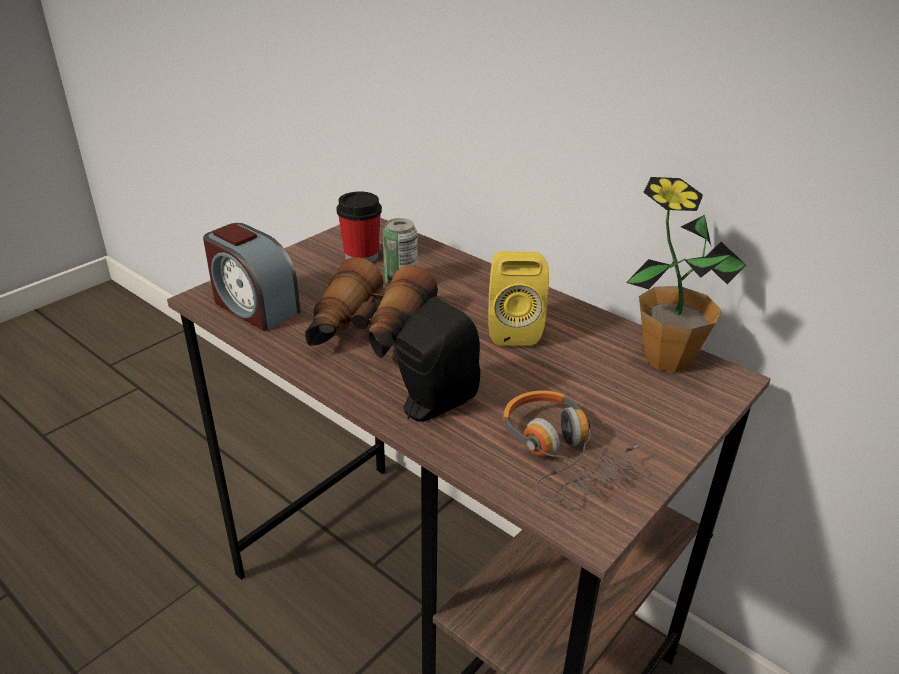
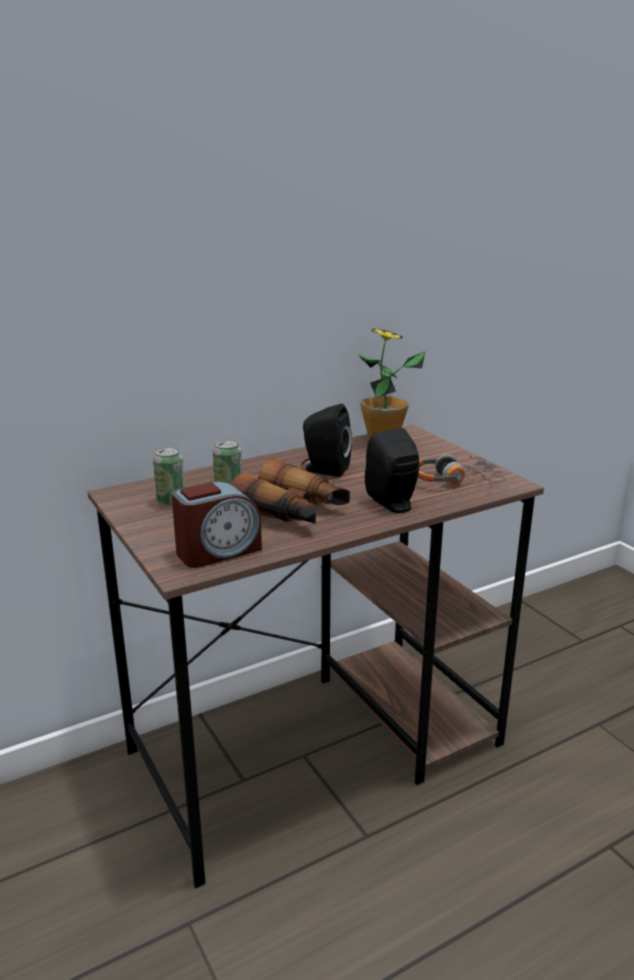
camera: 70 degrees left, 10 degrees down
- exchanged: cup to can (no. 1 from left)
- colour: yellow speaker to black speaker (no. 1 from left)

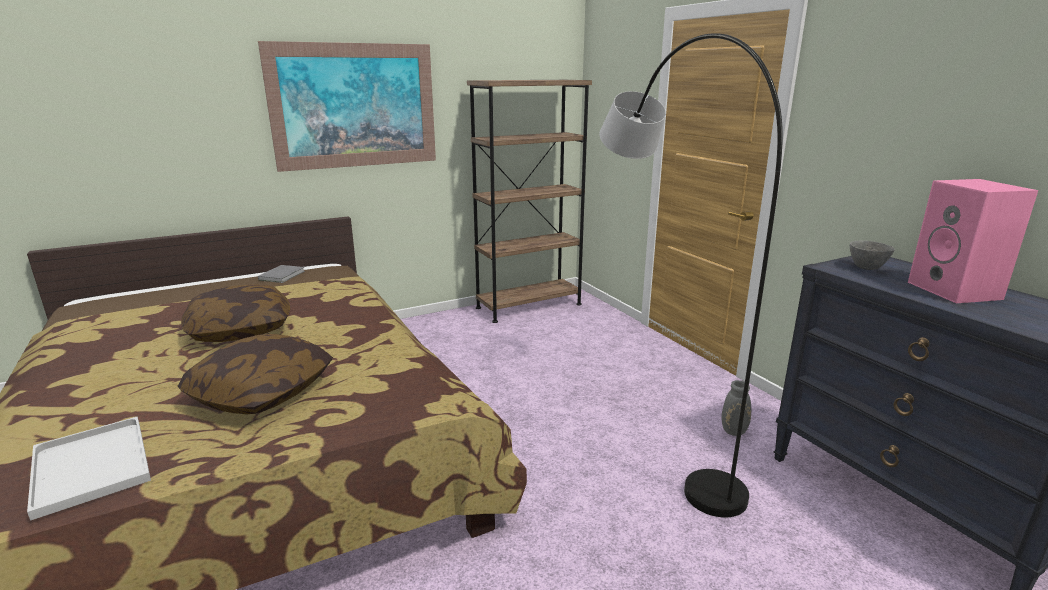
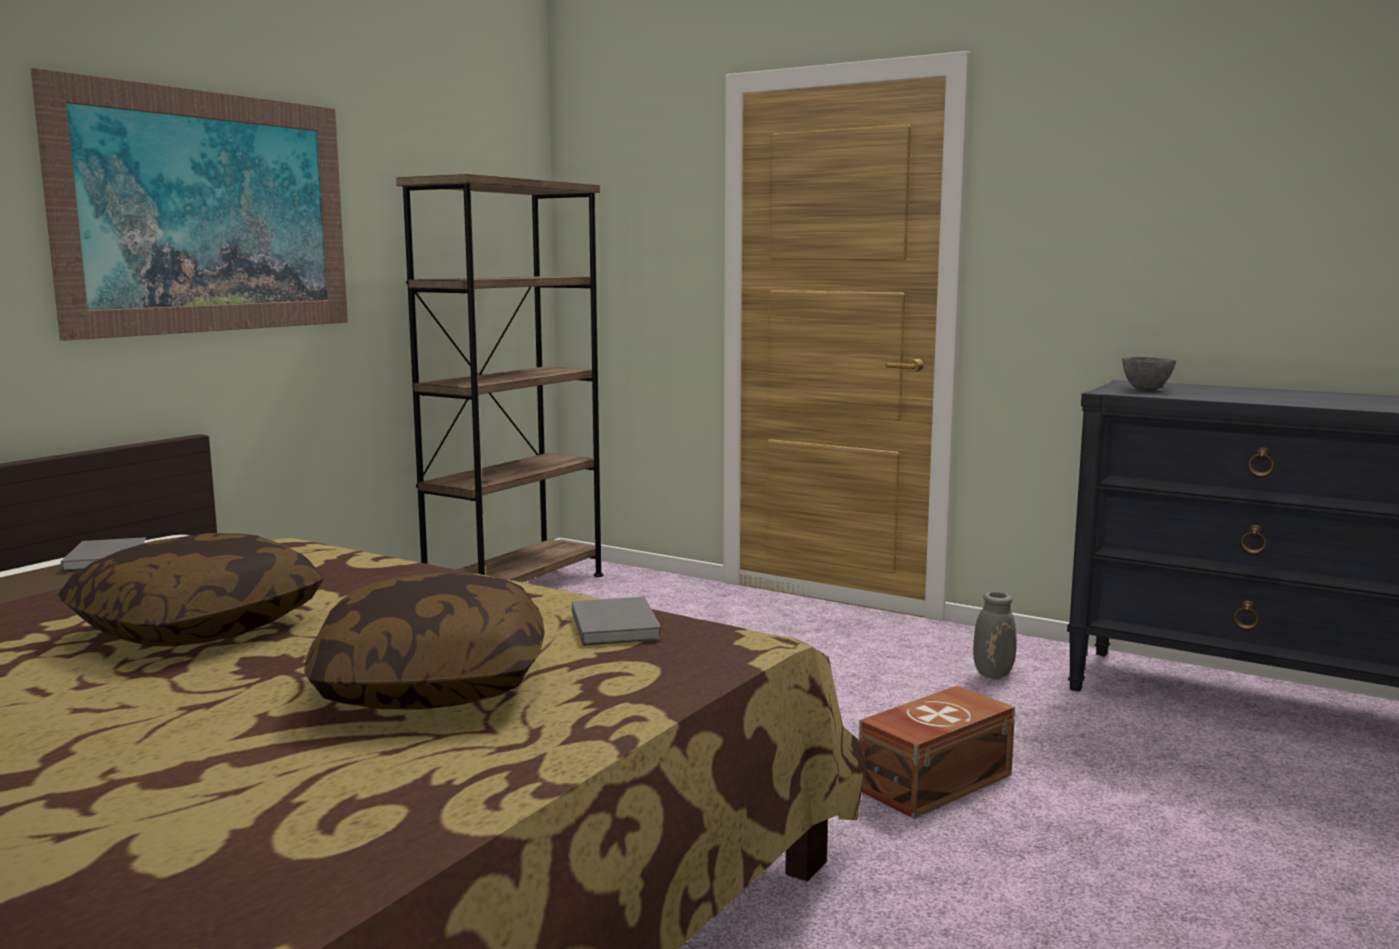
camera: 30 degrees left, 10 degrees down
- appeared: grey book (no. 2 from left)
- appeared: brown storage box
- missing: white tray
- missing: grey floor lamp
- missing: pink speaker

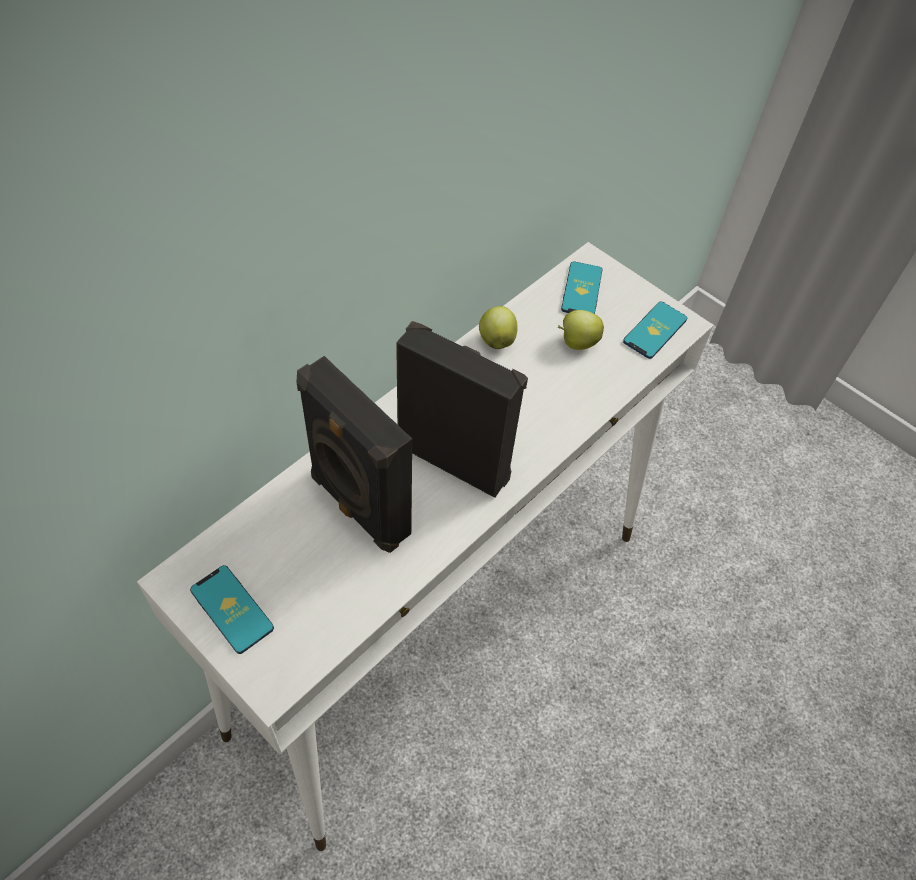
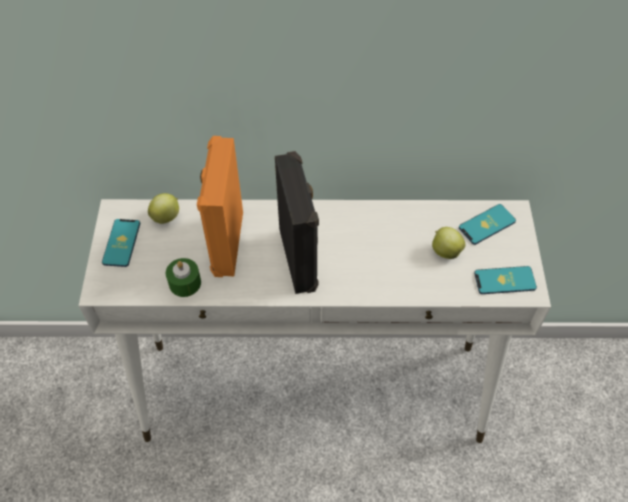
camera: 50 degrees right, 0 degrees up
- relocated: apple (no. 1 from left)
- appeared: green candle
- colour: black speaker (no. 1 from left) to orange speaker

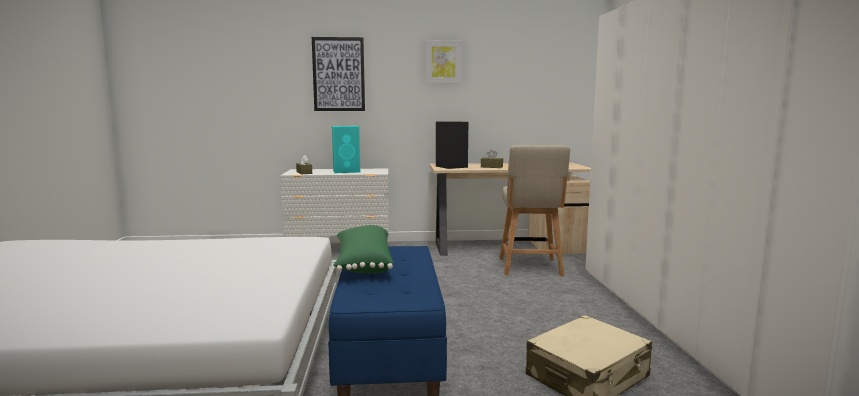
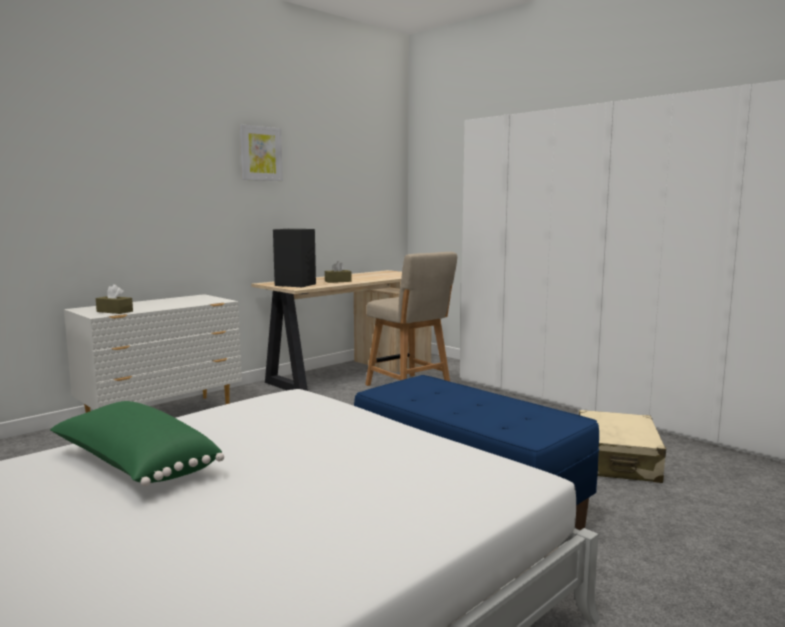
camera: 40 degrees left, 0 degrees up
- relocated: green pillow
- missing: picture (no. 1 from left)
- missing: turquoise speaker

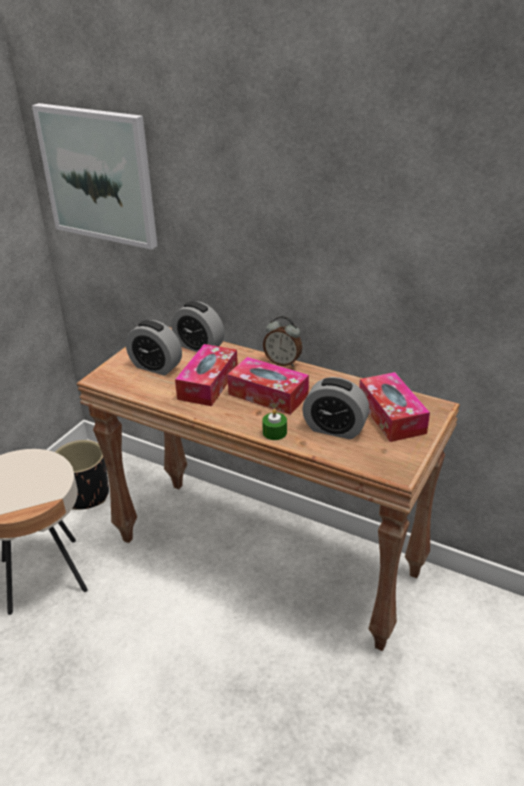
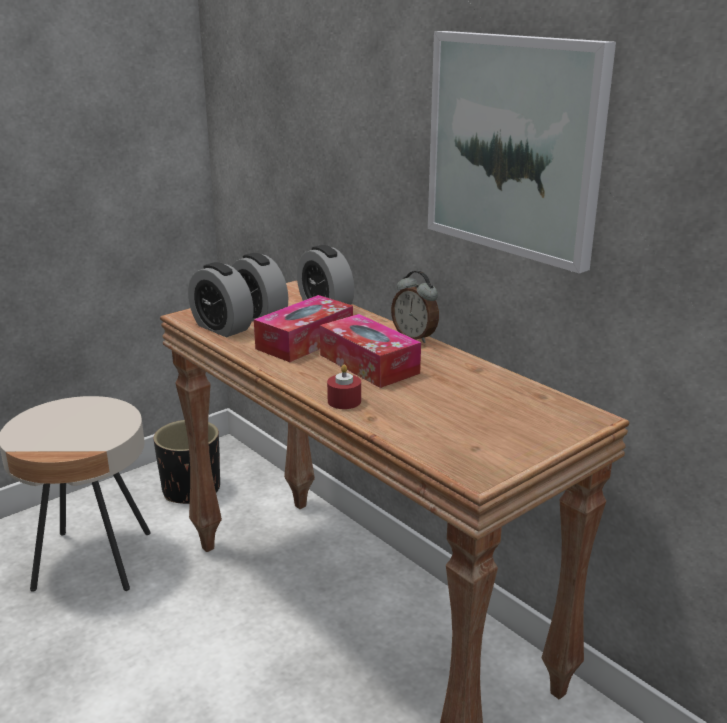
camera: 20 degrees right, 10 degrees down
- relocated: alarm clock (no. 4 from left in the first image) to alarm clock (no. 1 from left)
- colour: green candle to red candle
- relocated: picture
- missing: tissue box (no. 3 from left)

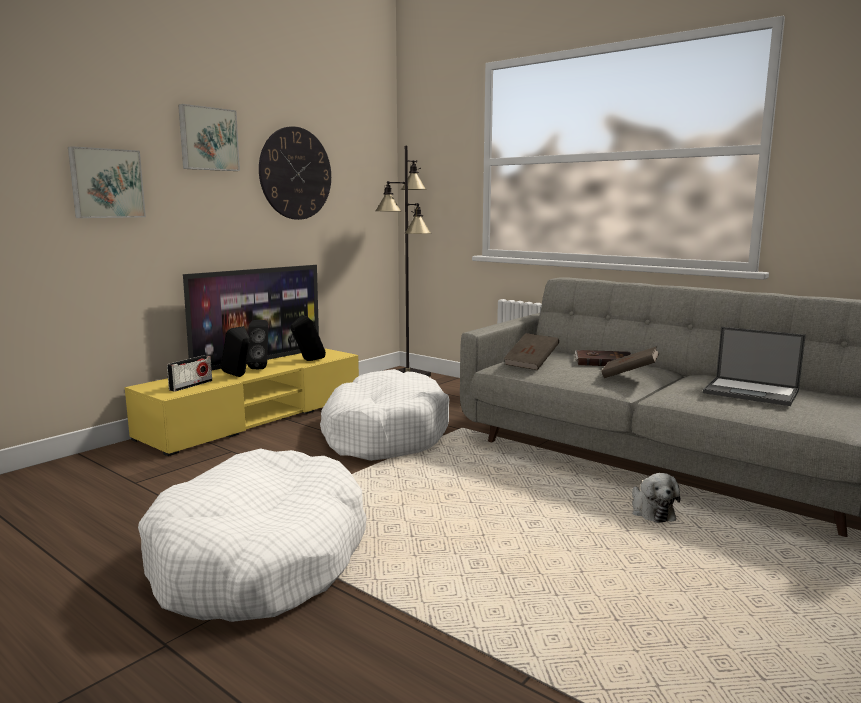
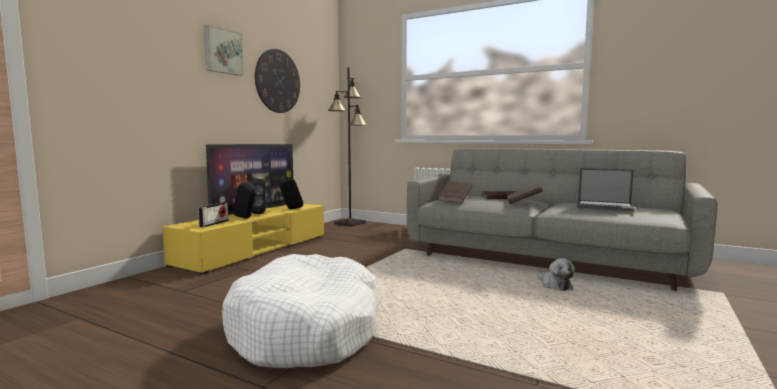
camera: 10 degrees left, 5 degrees down
- missing: picture (no. 1 from left)
- missing: white dog bed (no. 2 from left)

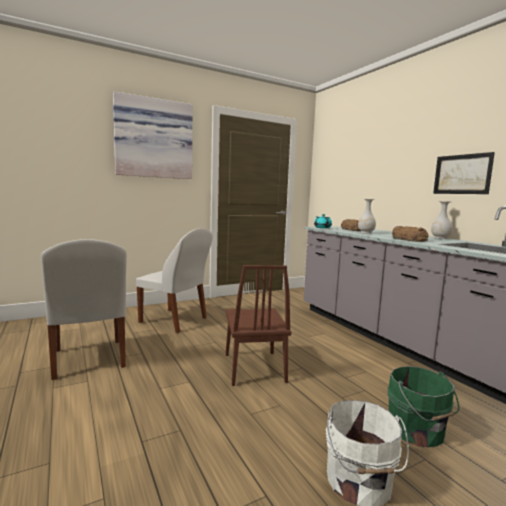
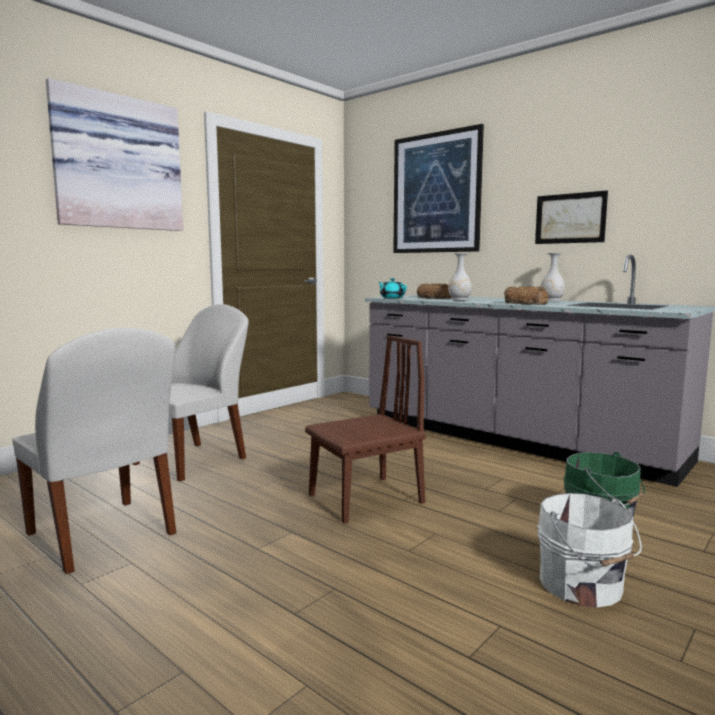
camera: 20 degrees left, 0 degrees up
- spun: white chair (no. 2 from left) 60 degrees counterclockwise
- spun: brown chair 90 degrees counterclockwise
- appeared: picture (no. 2 from left)

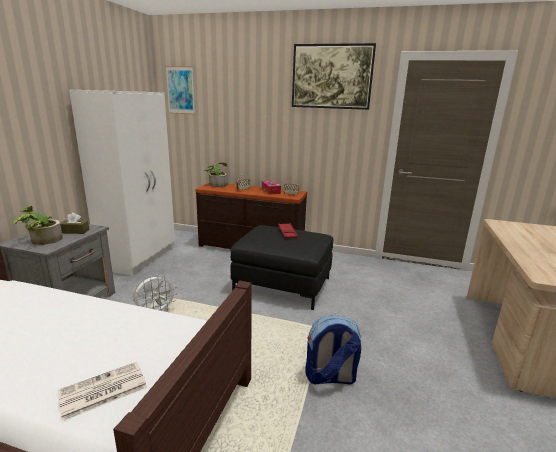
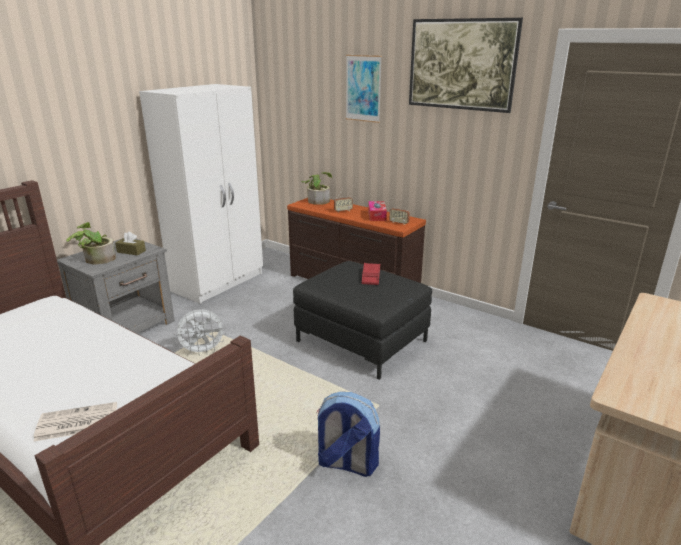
camera: 20 degrees right, 5 degrees up
- relocated: picture (no. 1 from left)

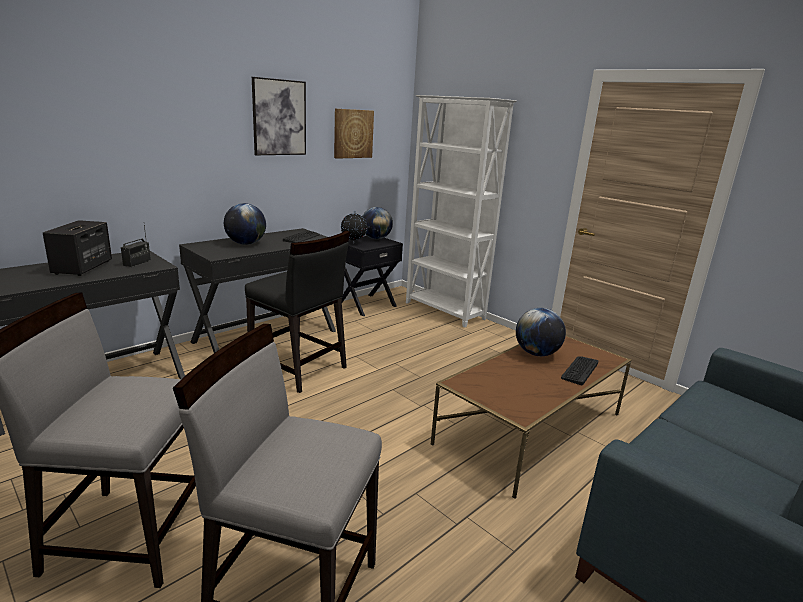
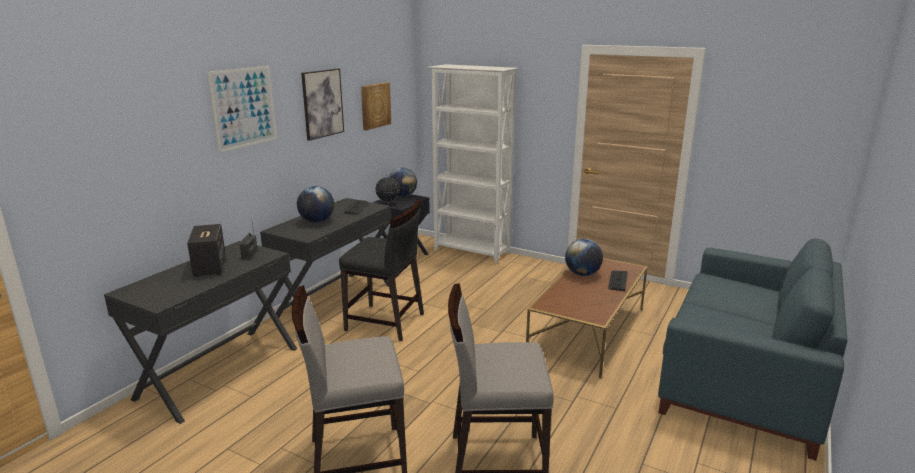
camera: 15 degrees left, 0 degrees up
- appeared: picture (no. 1 from left)

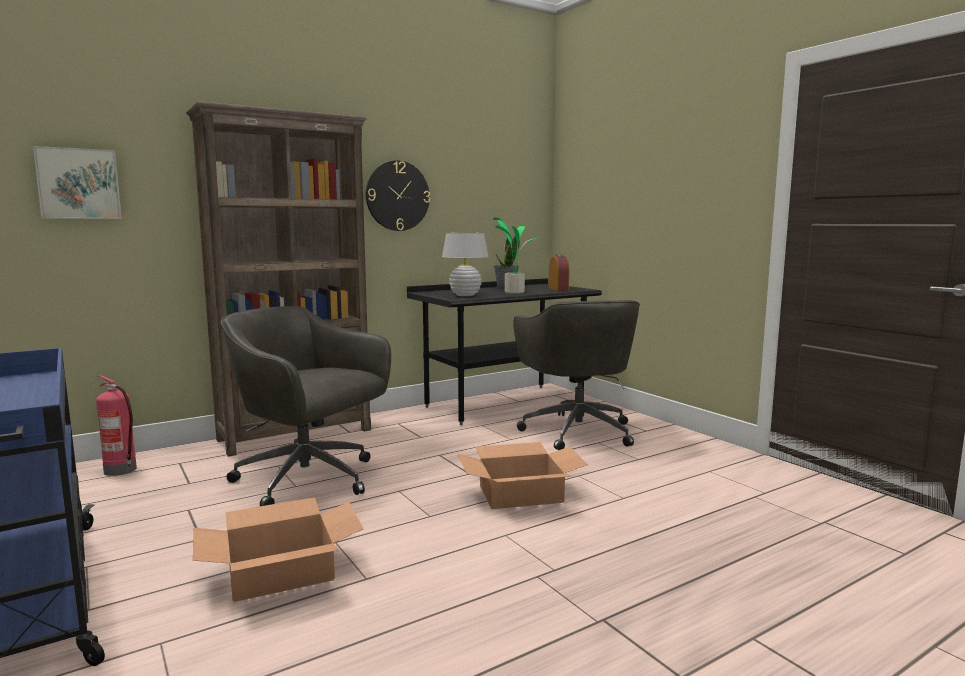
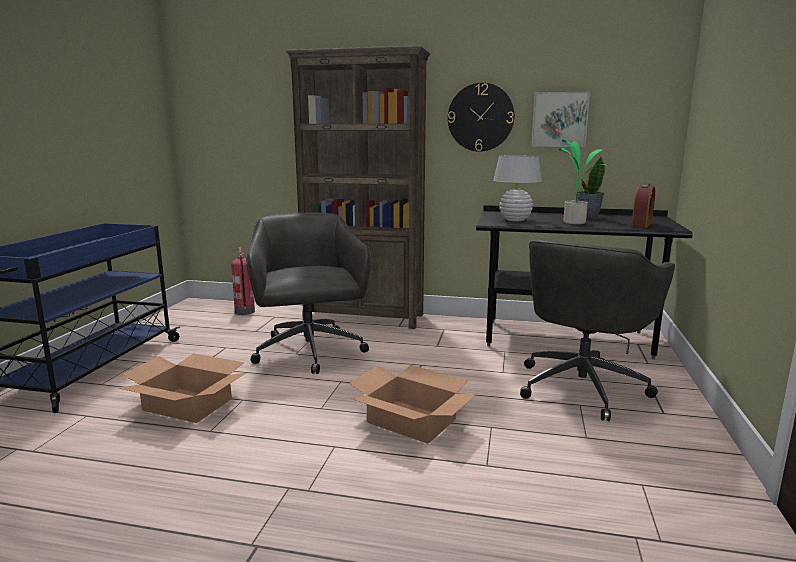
camera: 45 degrees right, 5 degrees up
- relocated: picture

